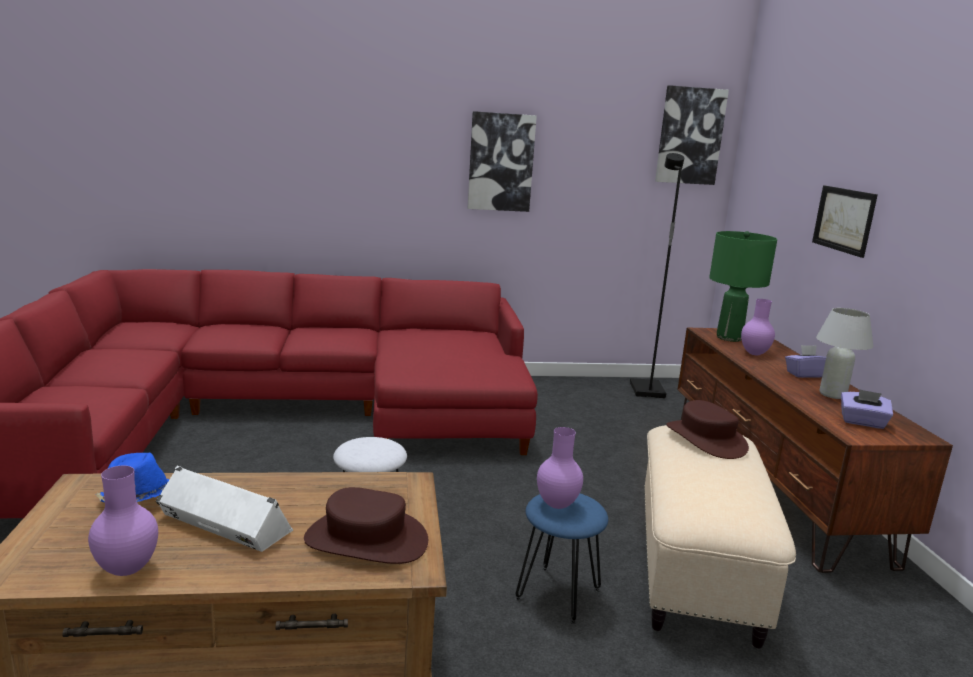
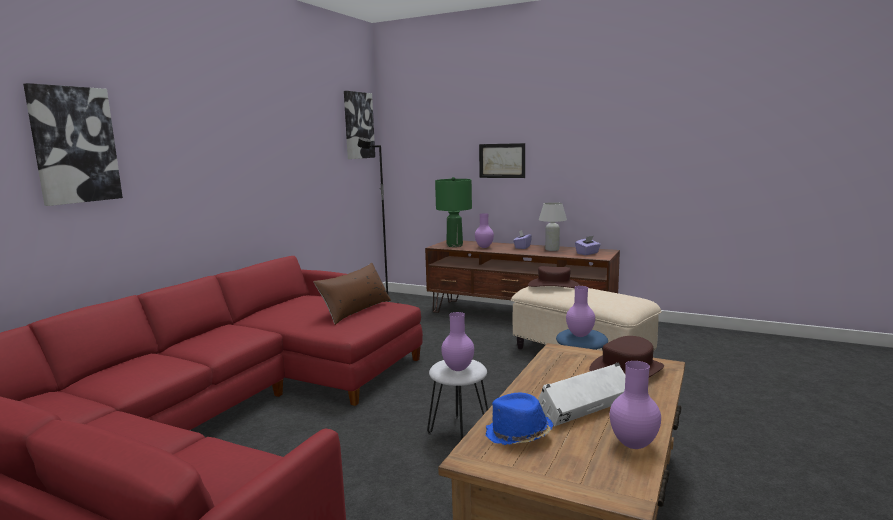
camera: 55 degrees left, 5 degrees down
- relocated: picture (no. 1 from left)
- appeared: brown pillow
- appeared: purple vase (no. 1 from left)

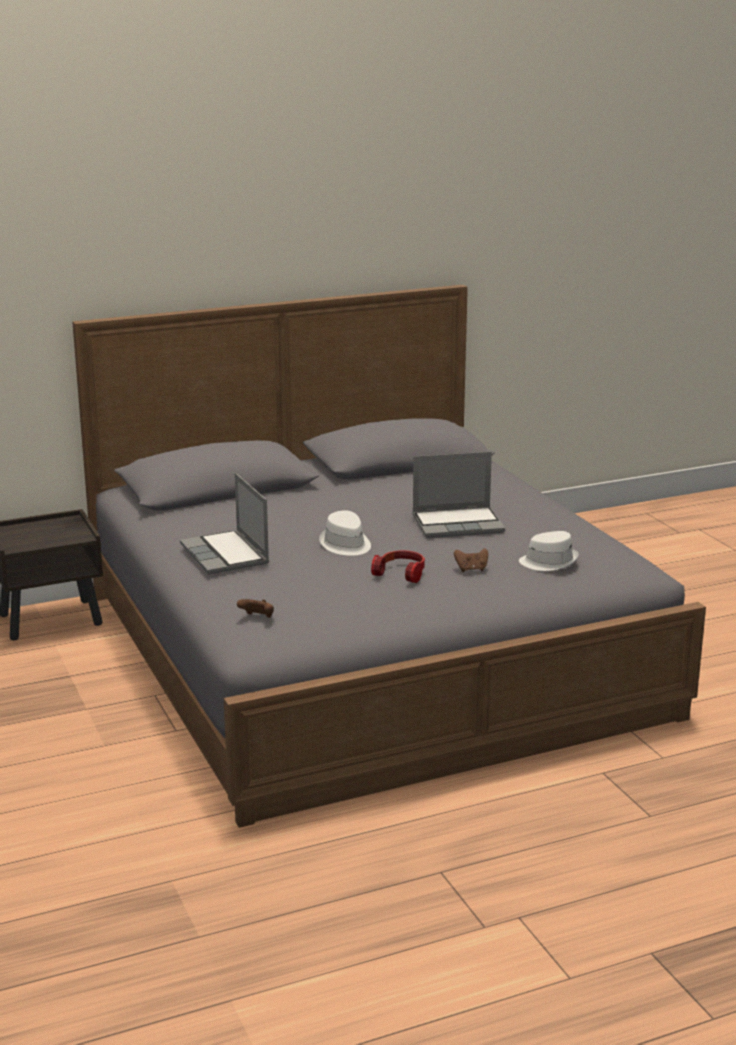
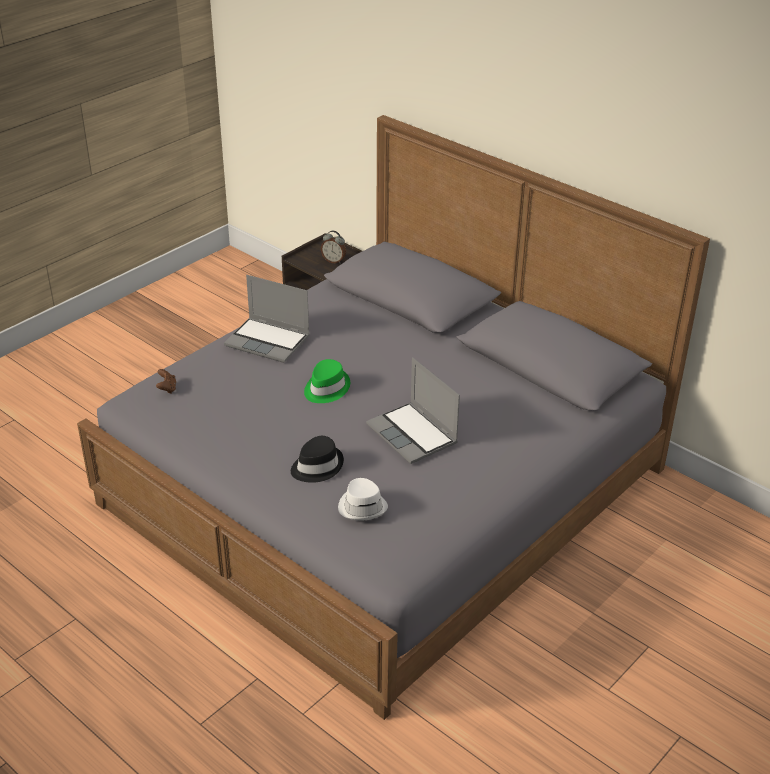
camera: 65 degrees right, 15 degrees up
- spun: laptop (no. 1 from left) 105 degrees counterclockwise
- exchanged: brown game controller (no. 2 from left) to black hat
- colour: white hat (no. 1 from left) to green hat
- appeared: alarm clock
- missing: headphones

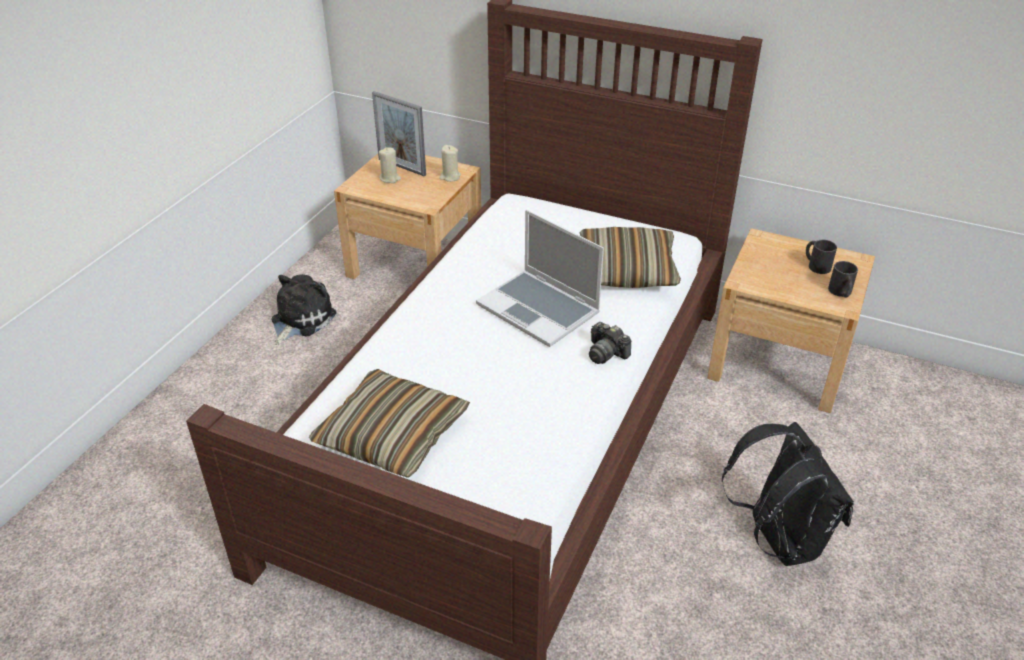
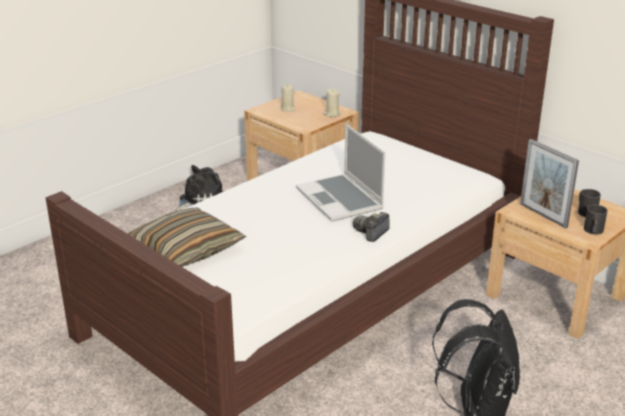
camera: 20 degrees right, 10 degrees down
- spun: photo camera 60 degrees clockwise
- relocated: picture frame
- missing: pillow (no. 2 from left)

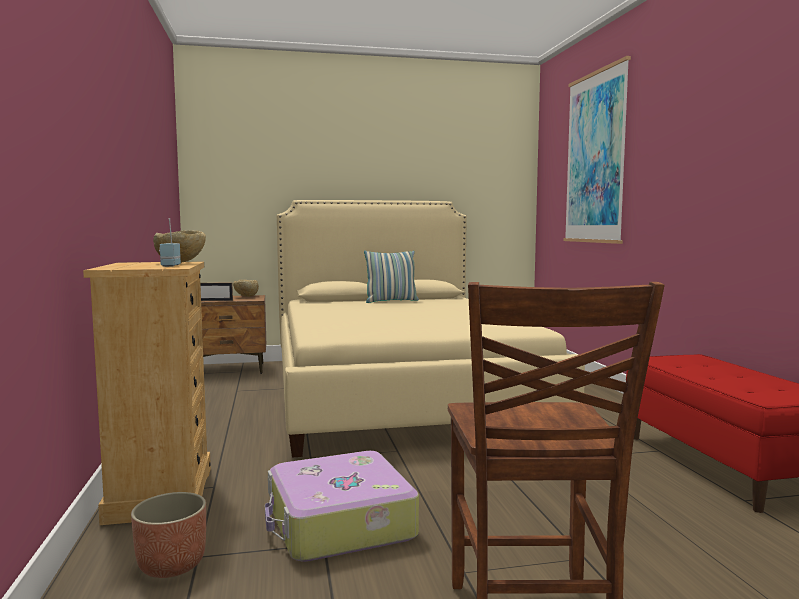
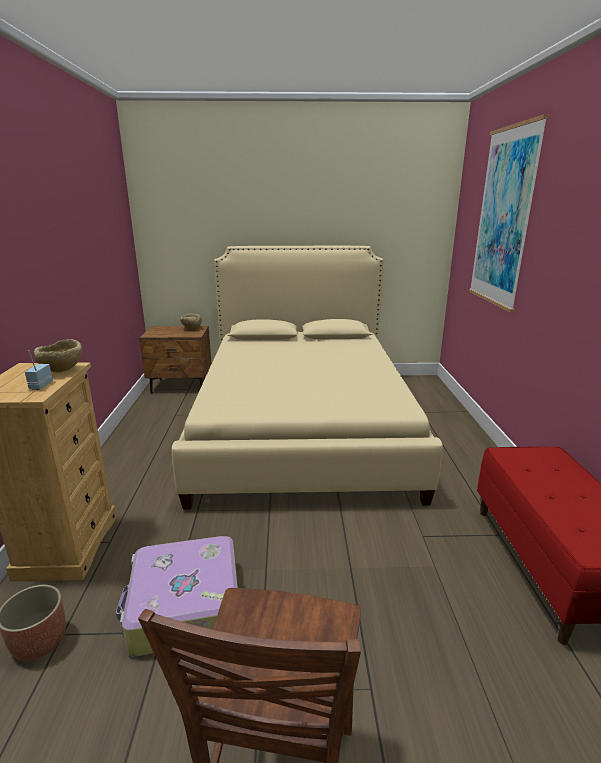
camera: 10 degrees right, 15 degrees up
- missing: picture frame
- missing: pillow

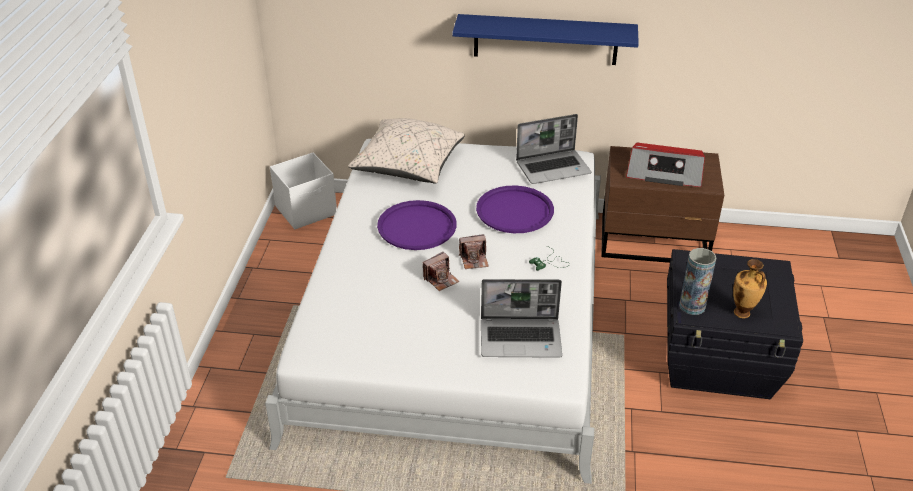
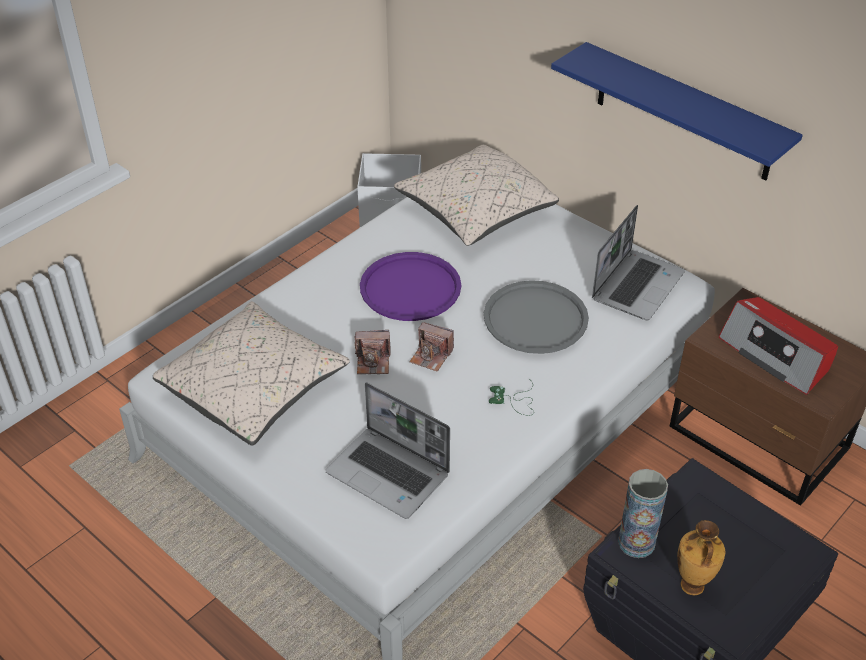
camera: 35 degrees right, 5 degrees up
- appeared: beige pillow (no. 1 from left)
- colour: purple tray (no. 2 from left) to grey tray
- spun: laptop (no. 2 from left) 75 degrees counterclockwise

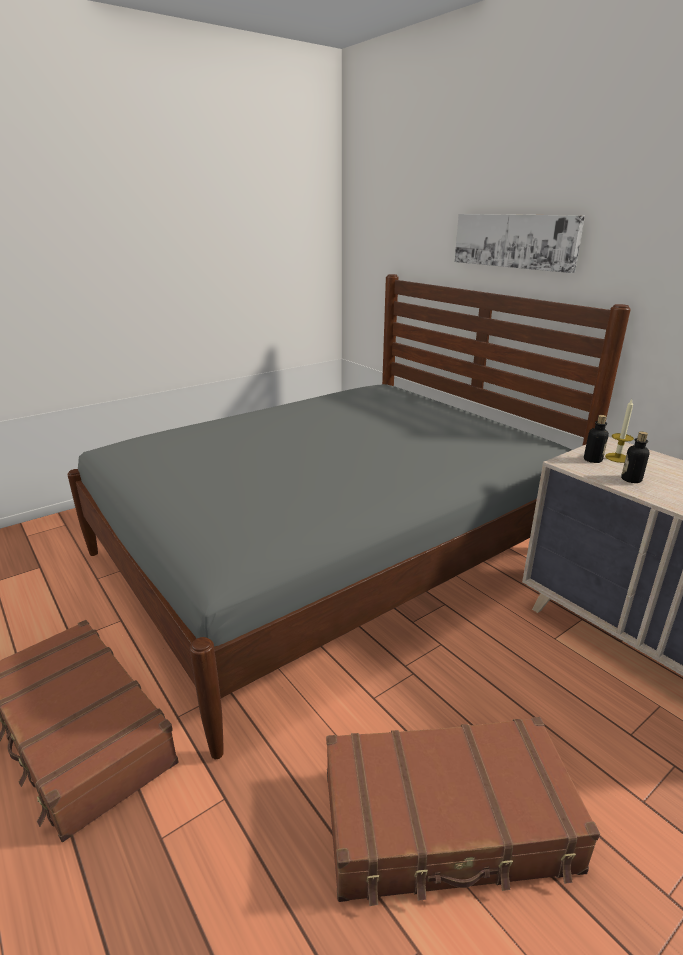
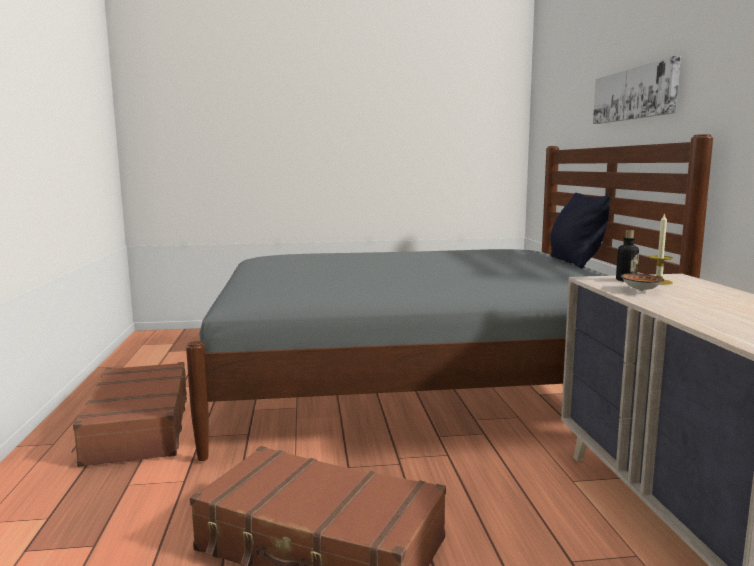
camera: 30 degrees right, 15 degrees down
- appeared: black pillow
- exchanged: bottle (no. 2 from left) to bowl

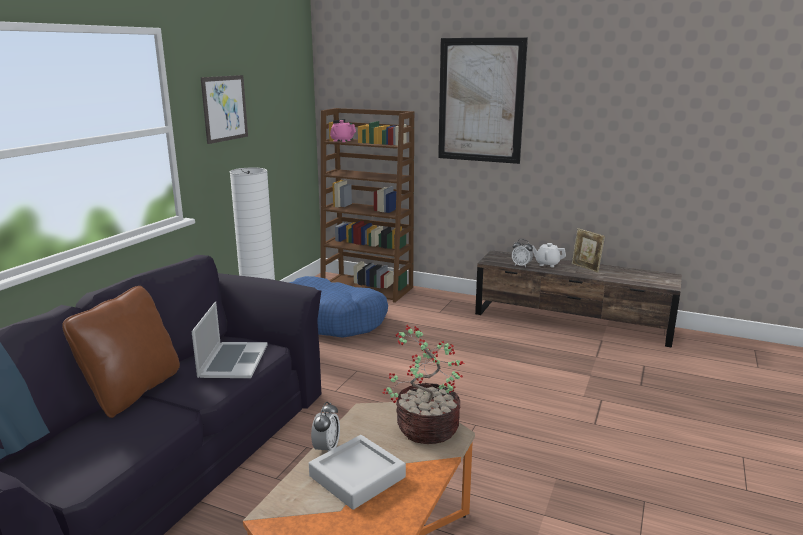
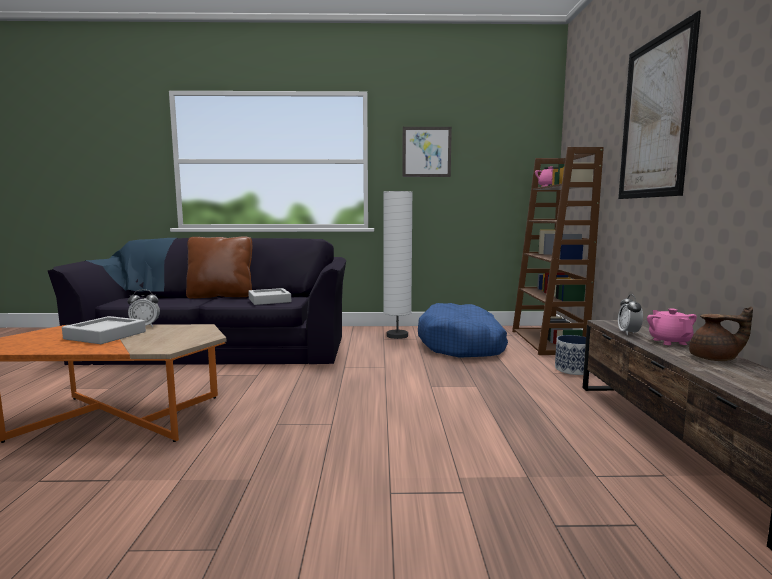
camera: 65 degrees right, 10 degrees down
- exchanged: laptop to grey tray (no. 2 from left)
- appeared: planter
- colour: white teapot to pink teapot (no. 2 from left)
- exchanged: picture frame to brown teapot
- missing: potted plant

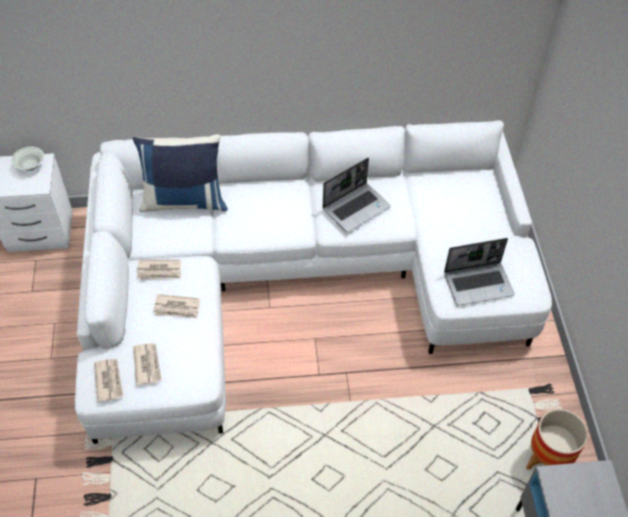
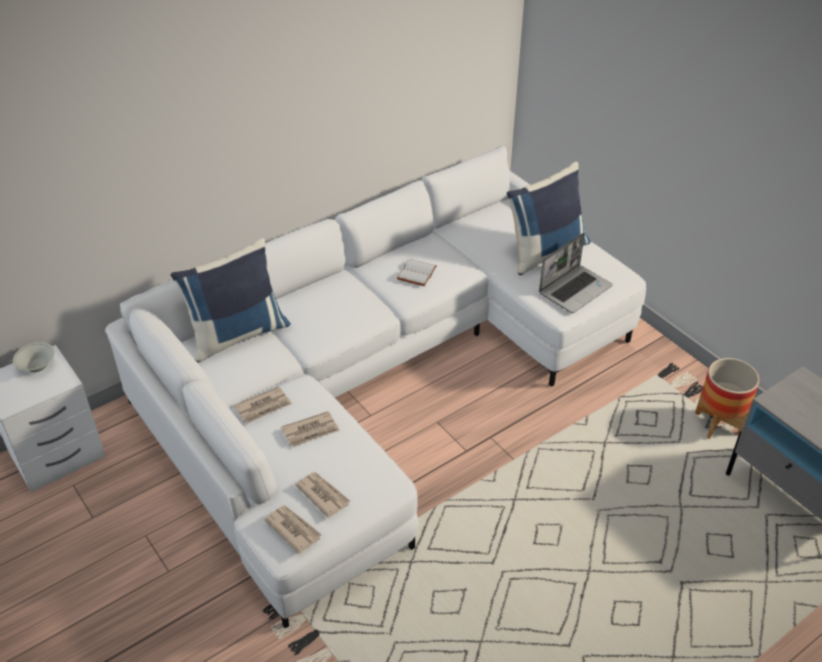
camera: 30 degrees left, 10 degrees down
- exchanged: laptop (no. 1 from left) to white book
- appeared: blue pillow (no. 2 from left)

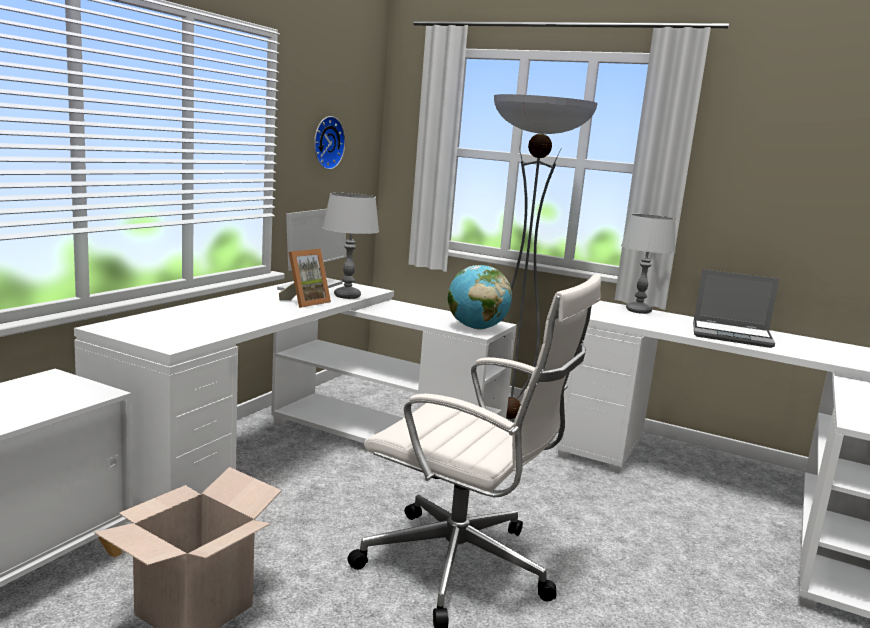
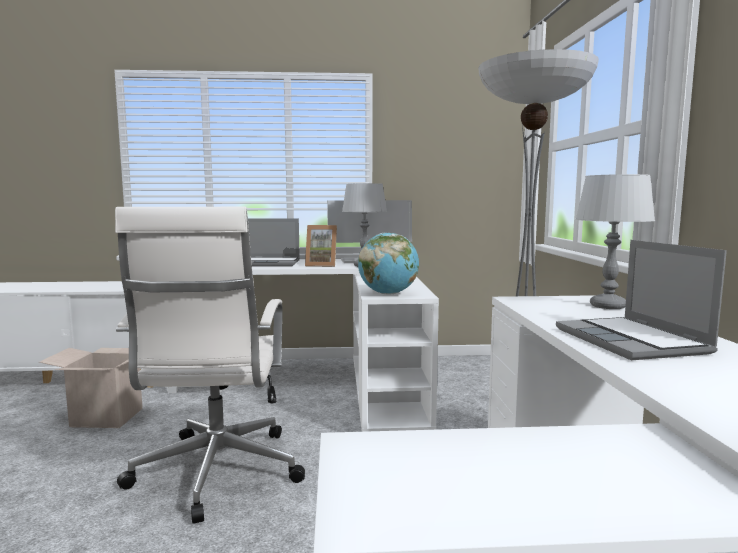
camera: 60 degrees right, 5 degrees down
- appeared: laptop (no. 1 from left)
- missing: wall clock

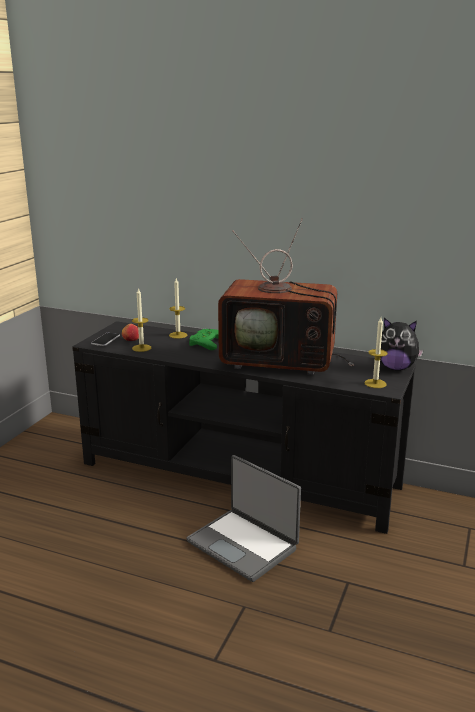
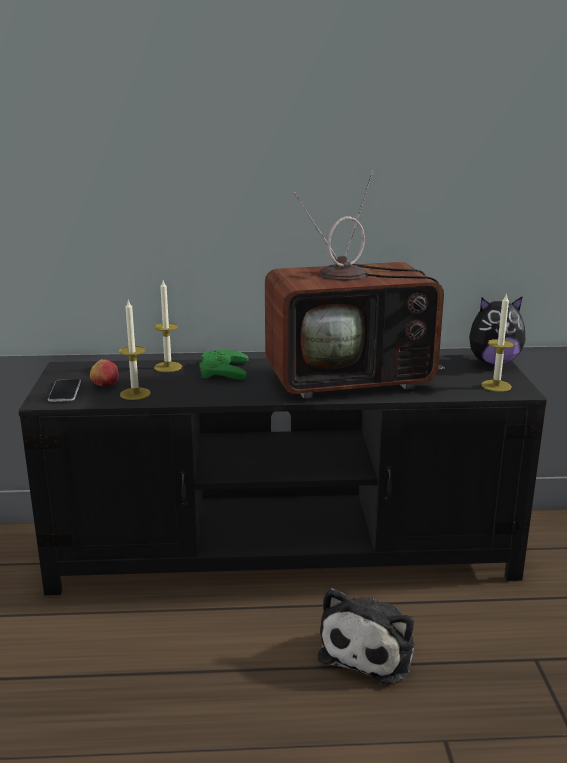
camera: 25 degrees left, 0 degrees up
- exchanged: laptop to plush toy (no. 1 from left)

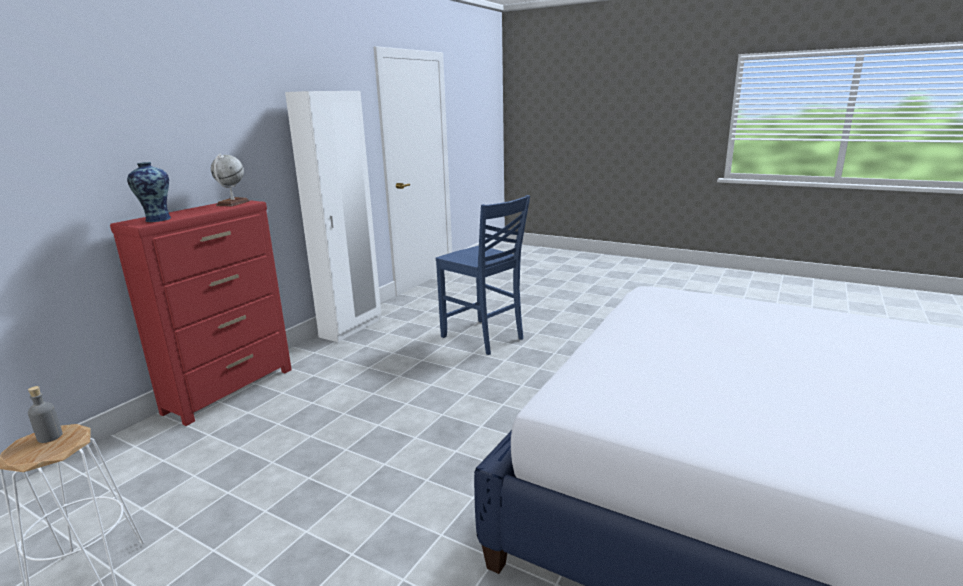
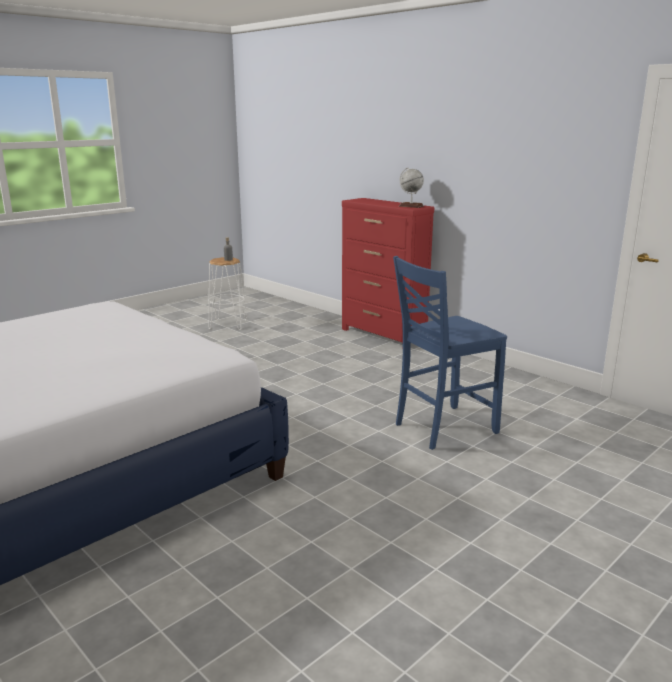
camera: 105 degrees right, 0 degrees up
- missing: vase
- missing: white wardrobe

